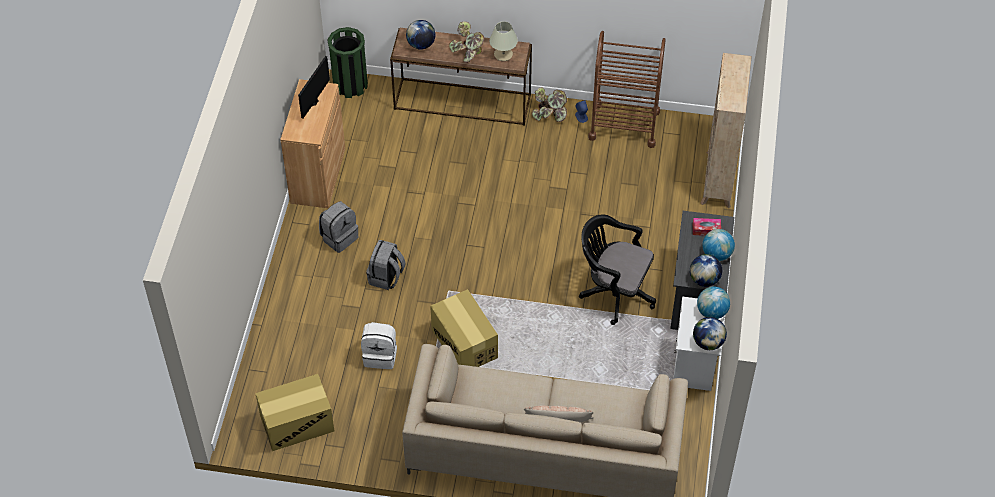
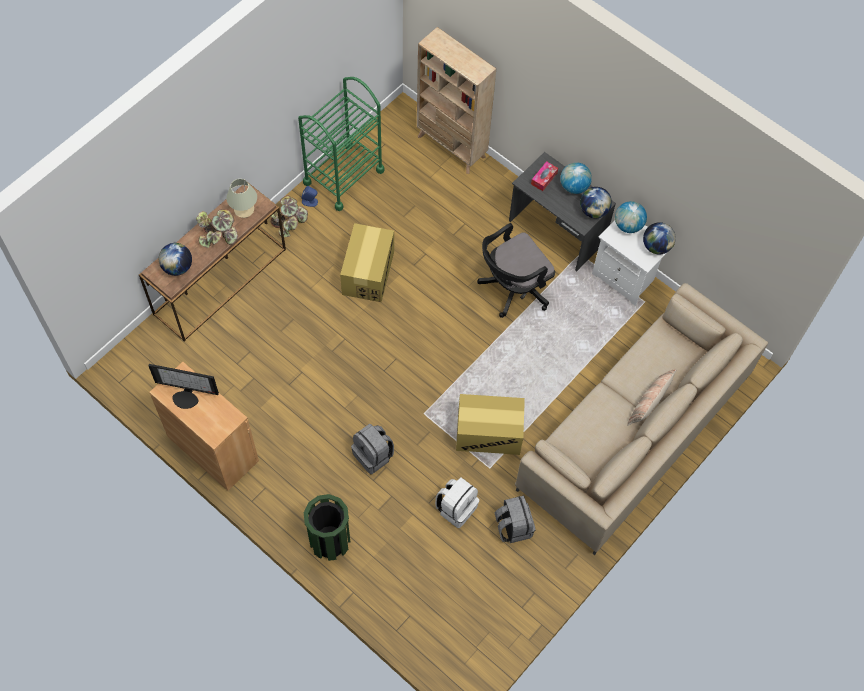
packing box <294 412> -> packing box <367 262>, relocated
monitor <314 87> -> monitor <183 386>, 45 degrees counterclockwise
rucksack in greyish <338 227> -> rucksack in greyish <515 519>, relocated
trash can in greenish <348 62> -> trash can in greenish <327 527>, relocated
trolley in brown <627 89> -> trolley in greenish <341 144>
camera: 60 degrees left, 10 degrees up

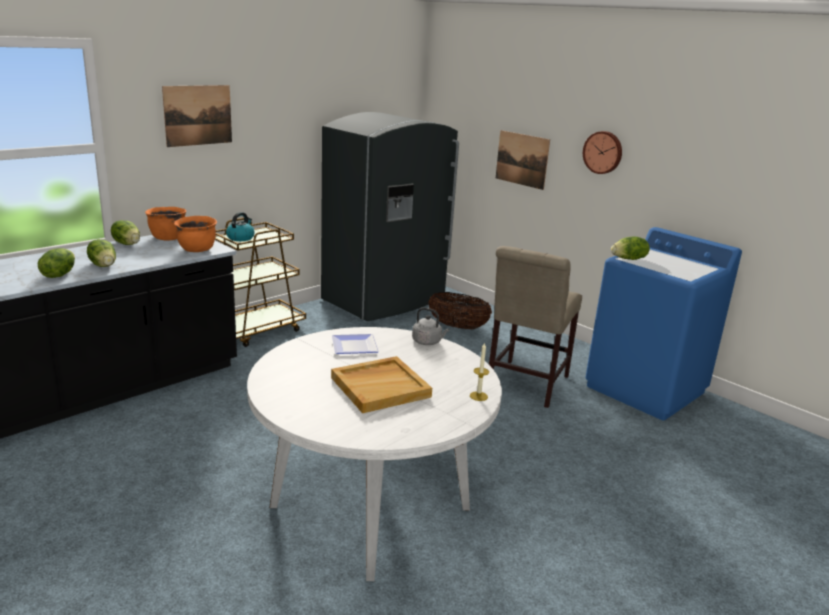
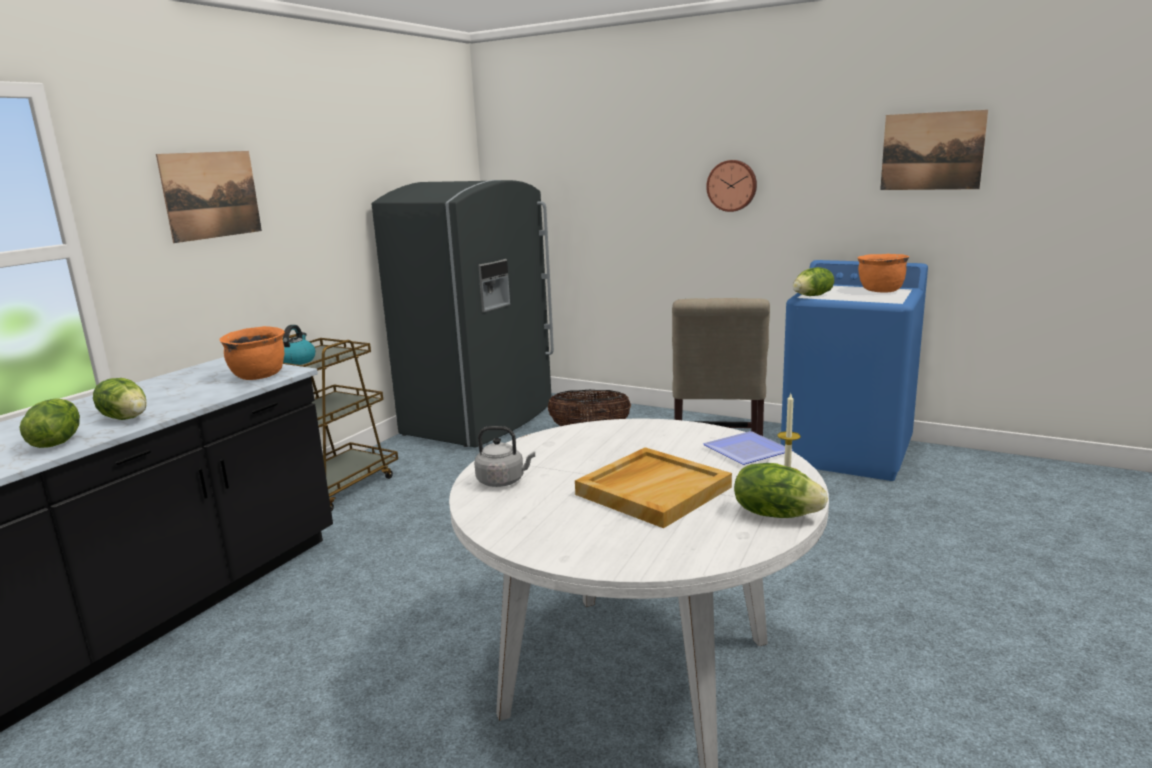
lettuce head <125 232> -> lettuce head <781 490>, relocated
stockpot in orange <165 223> -> stockpot in orange <883 273>, relocated
flat dish <355 344> -> flat dish <748 448>, relocated
water kettle in greyish <430 326> -> water kettle in greyish <505 456>, relocated
picture <523 160> -> picture <934 150>, relocated
camera: 15 degrees left, 5 degrees down

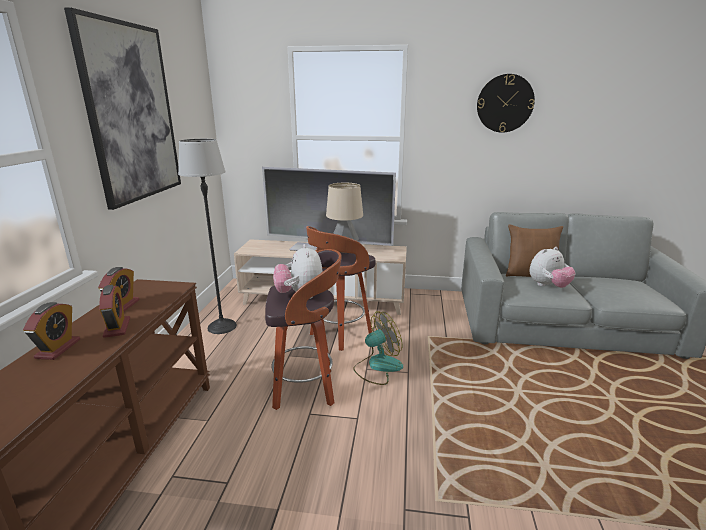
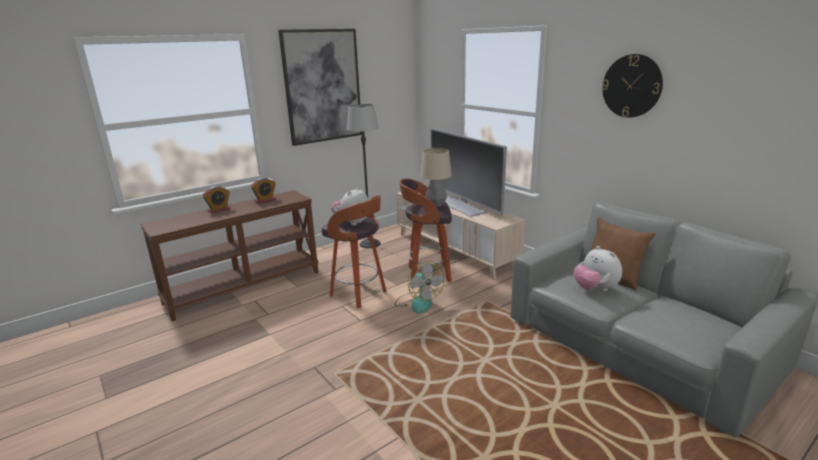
bedside clock <114 311> -> none
electric fan <378 348> -> electric fan <419 287>, 45 degrees clockwise
soft toy <552 267> -> soft toy <598 268>, 45 degrees clockwise
camera: 45 degrees right, 0 degrees up

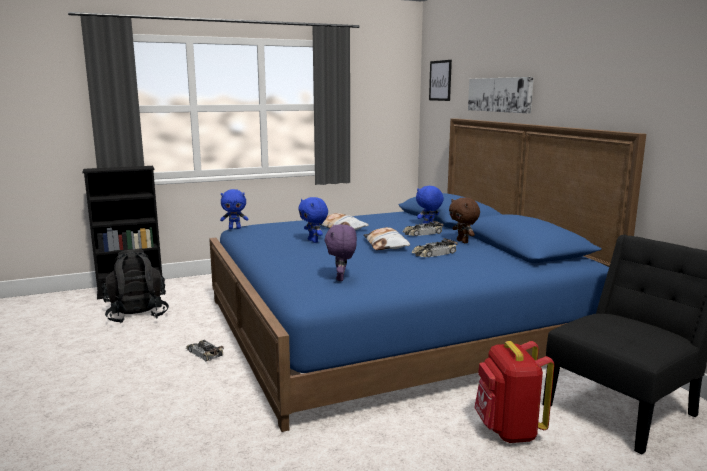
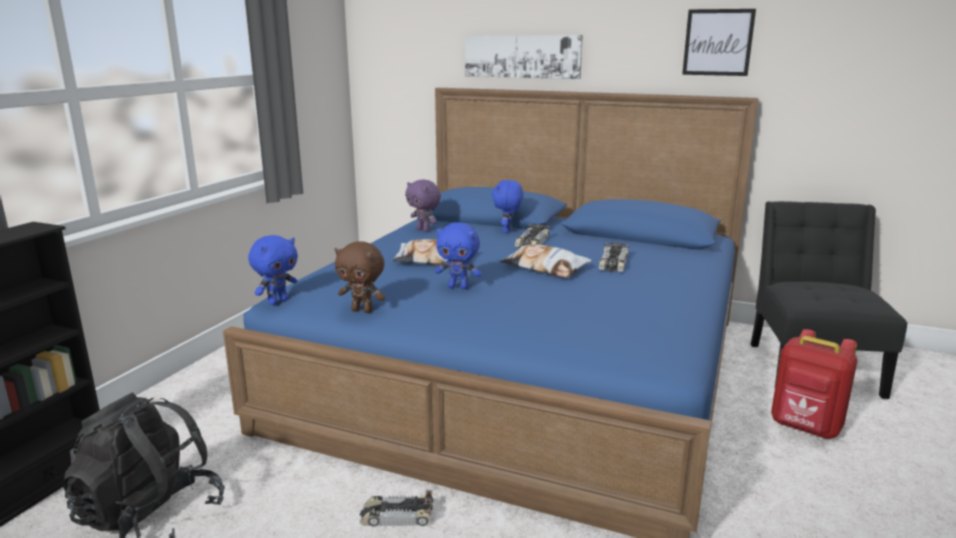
soft toy in purplish <340 252> -> soft toy in purplish <423 206>, relocated
picture <440 80> -> picture <719 42>, relocated
soft toy in brown <464 220> -> soft toy in brown <360 277>, relocated
camera: 45 degrees left, 5 degrees up

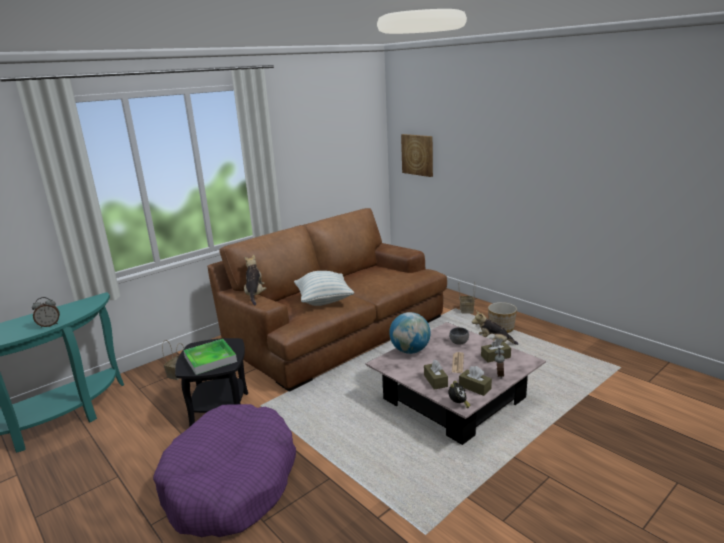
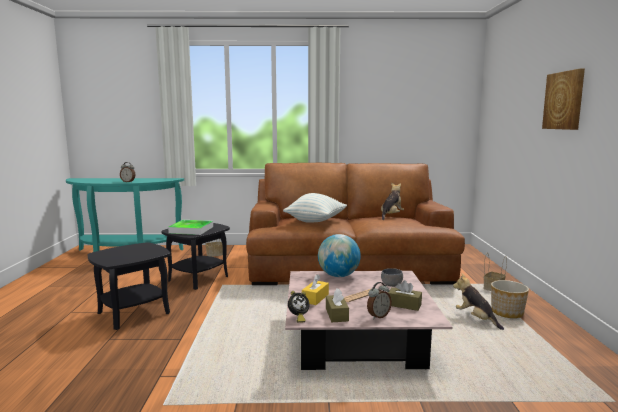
pet bed in purplish <224 470> -> side table in blackish <129 286>
soft toy <255 280> -> soft toy <392 201>, relocated
picture <417 155> -> picture <563 99>, relocated
tissue holder in brown <436 375> -> tissue holder in yellow-coloured <315 289>
camera: 40 degrees right, 10 degrees down

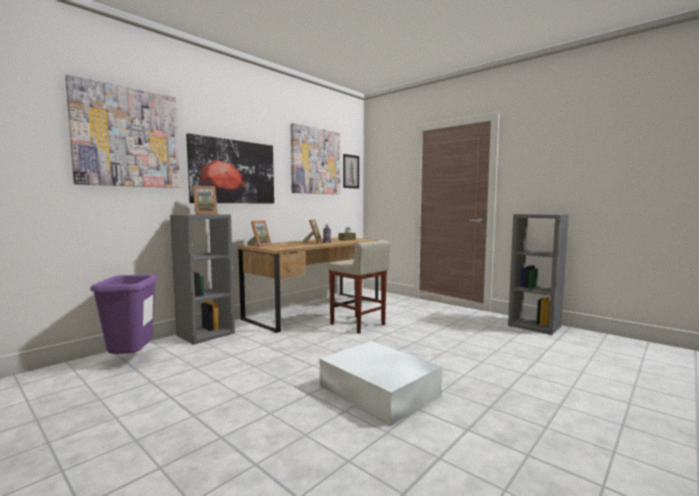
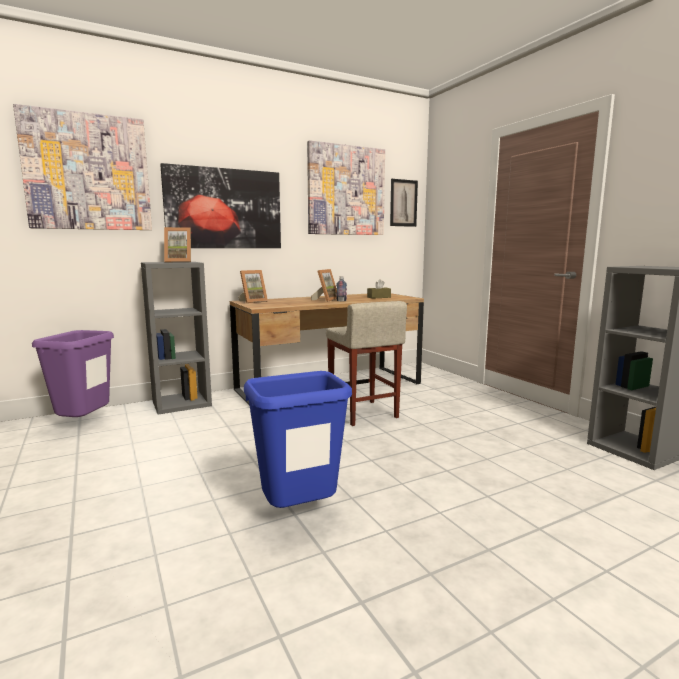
storage container in white <381 383> -> trash can in blue-coloured <298 439>
camera: 20 degrees right, 5 degrees up

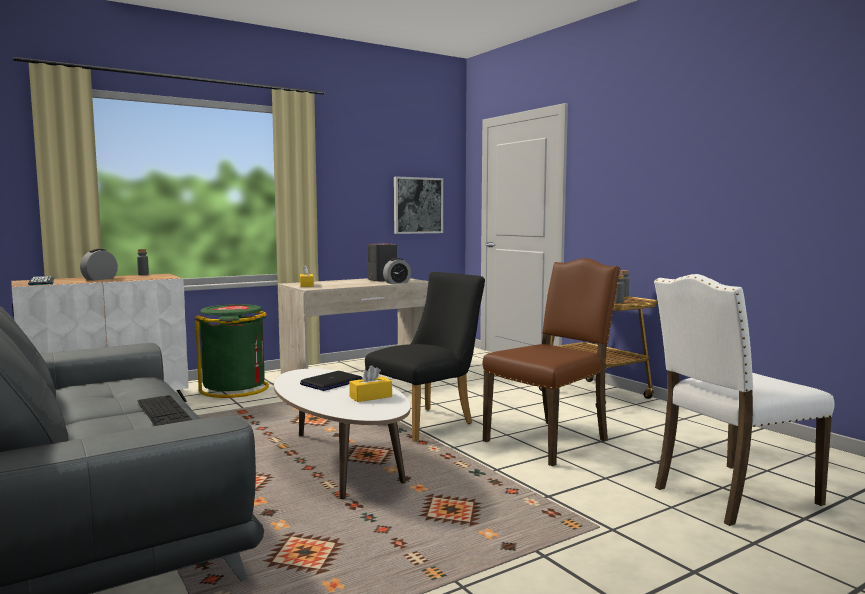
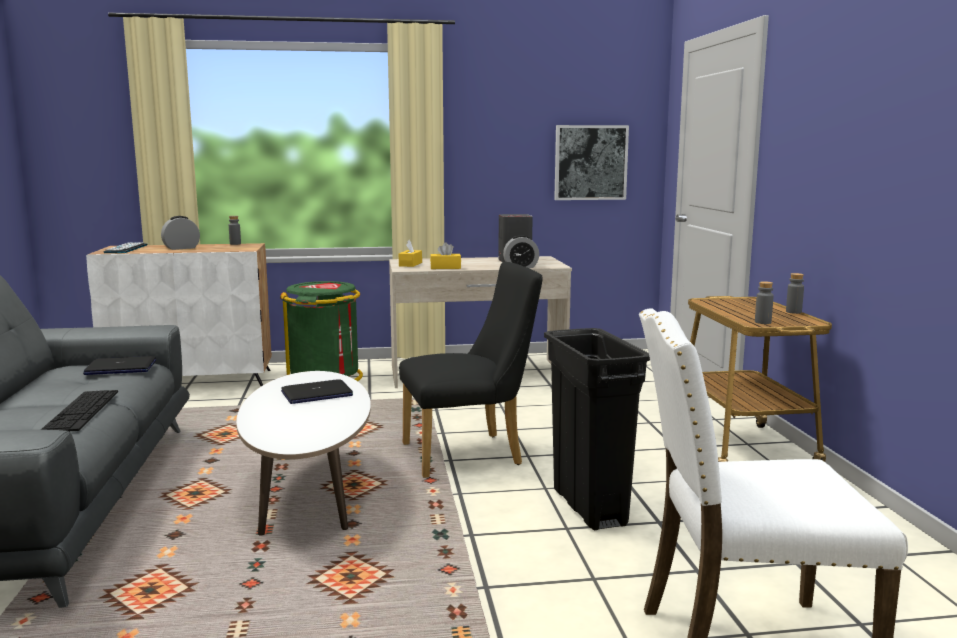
tissue holder in yellow-coloured <370 383> -> tissue holder in yellow-coloured <445 255>, relocated
upright chair in brown <551 362> -> trash can in blackish <597 429>
none -> laptop <119 365>
camera: 25 degrees right, 5 degrees up

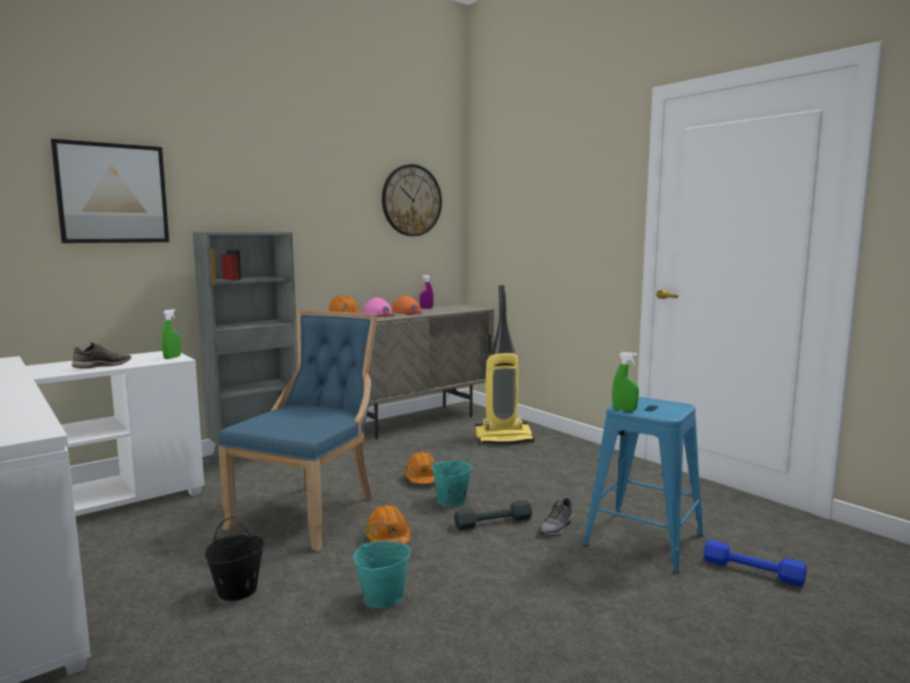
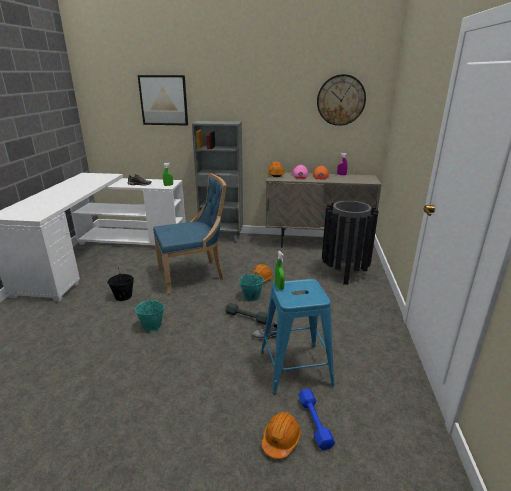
work helmet in orange <387 524> -> work helmet in orange <281 435>, relocated
vacuum cleaner <505 365> -> trash can in blackish <350 243>
camera: 45 degrees right, 15 degrees up

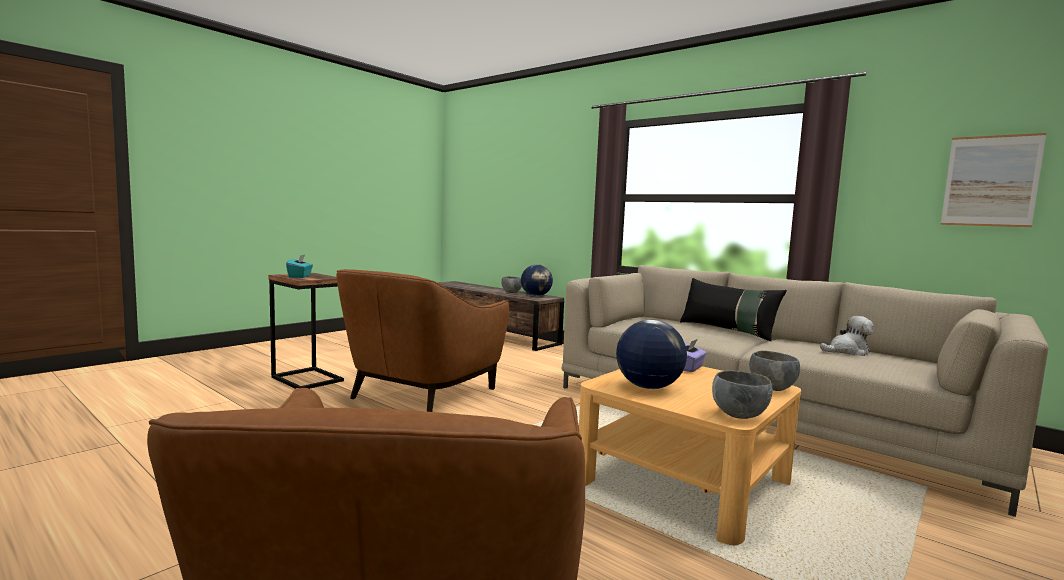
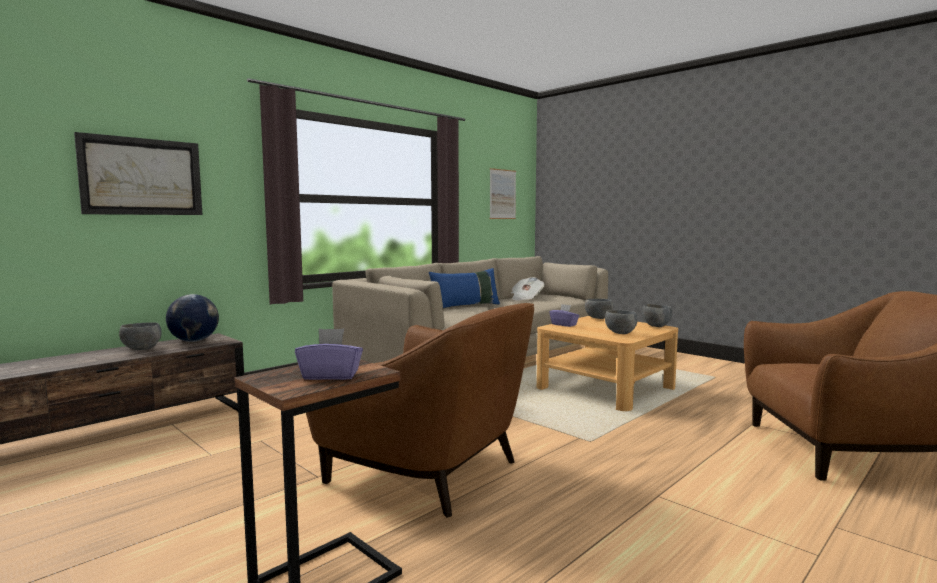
tissue holder in turquoise-coloured <299 266> -> tissue holder in purplish <329 354>
world globe <651 354> -> deep dish in greyish <621 322>
pillow in blackish <733 309> -> pillow in blue-coloured <464 288>
soft toy <847 336> -> newspaper <528 289>
none -> picture <138 173>
camera: 85 degrees left, 0 degrees up

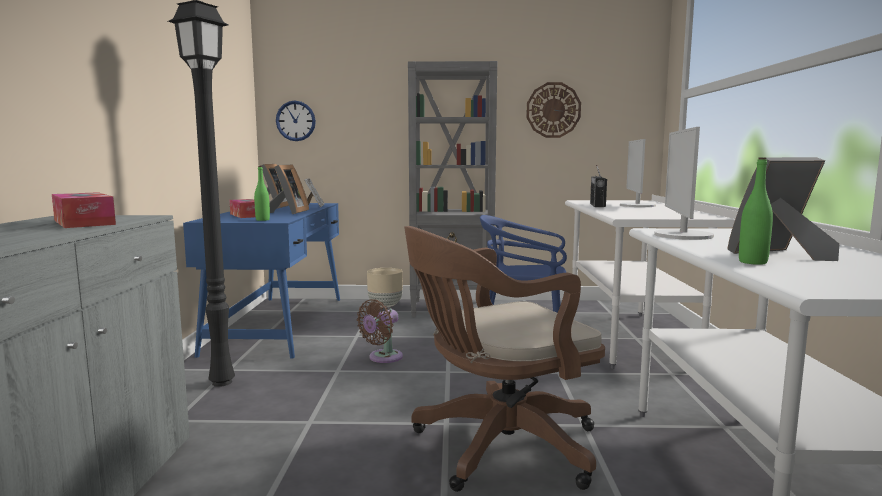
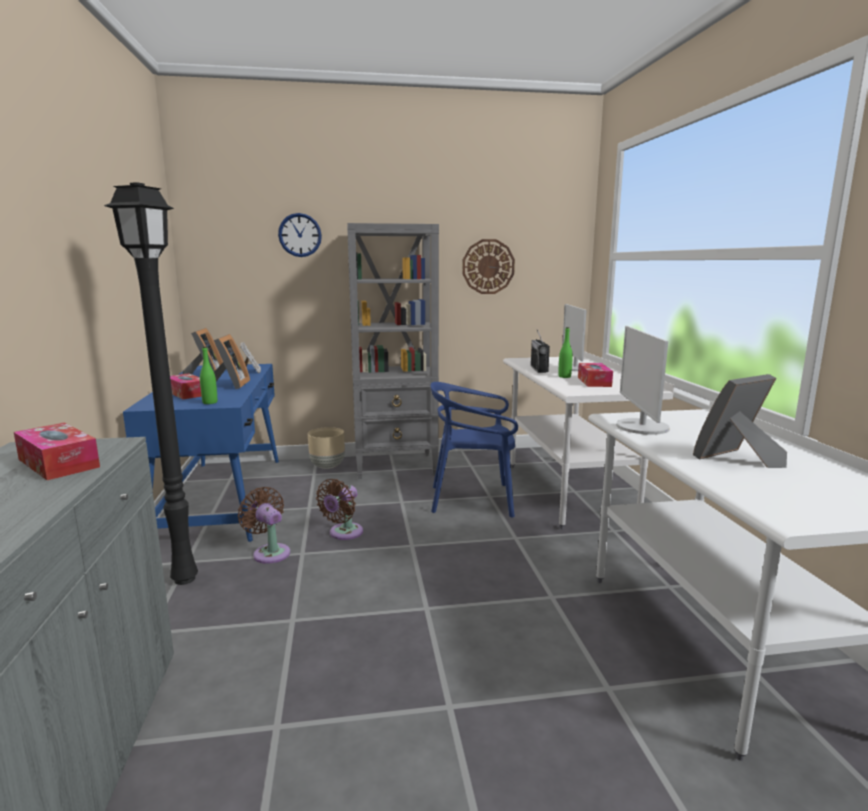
hanging clock <296 121> -> hanging clock <300 235>, relocated
computer chair in brown <504 359> -> none
drink bottle in greenish <756 211> -> drink bottle in greenish <566 352>, relocated
none -> electric fan in brown <264 525>
none -> tissue holder <595 375>
camera: 10 degrees left, 5 degrees up

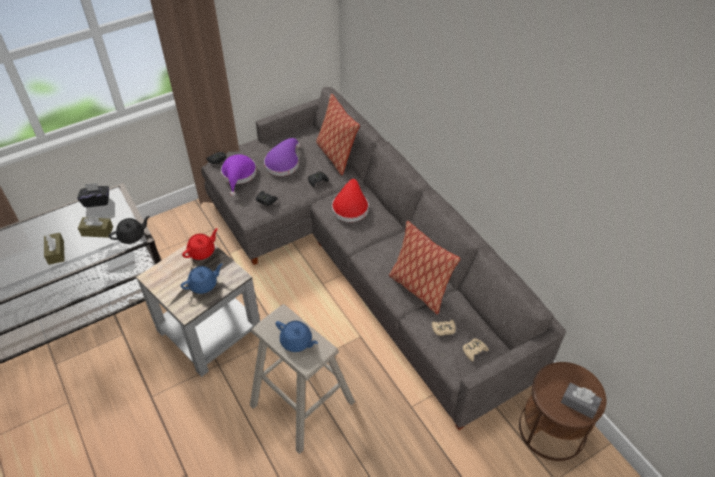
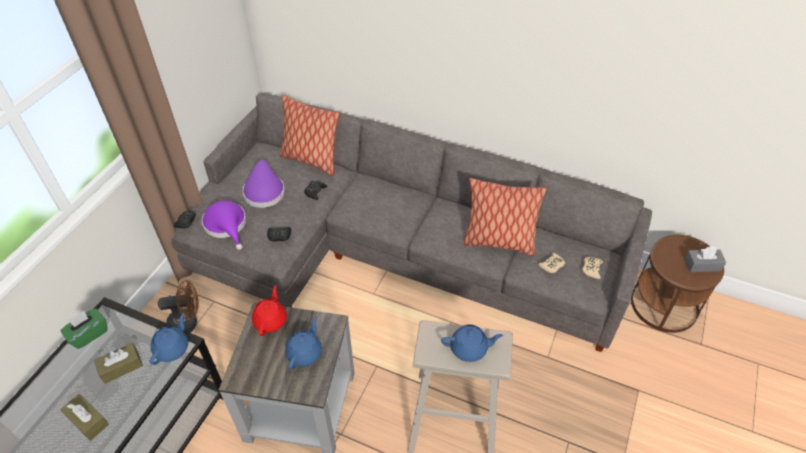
tissue holder in blackish <93 195> -> tissue holder in greenish <83 328>
pot for tea in blackish <129 230> -> pot for tea in blue-coloured <169 339>
wearable hat in red-coloured <350 200> -> none
none -> electric fan in brown <178 306>
camera: 35 degrees left, 0 degrees up

